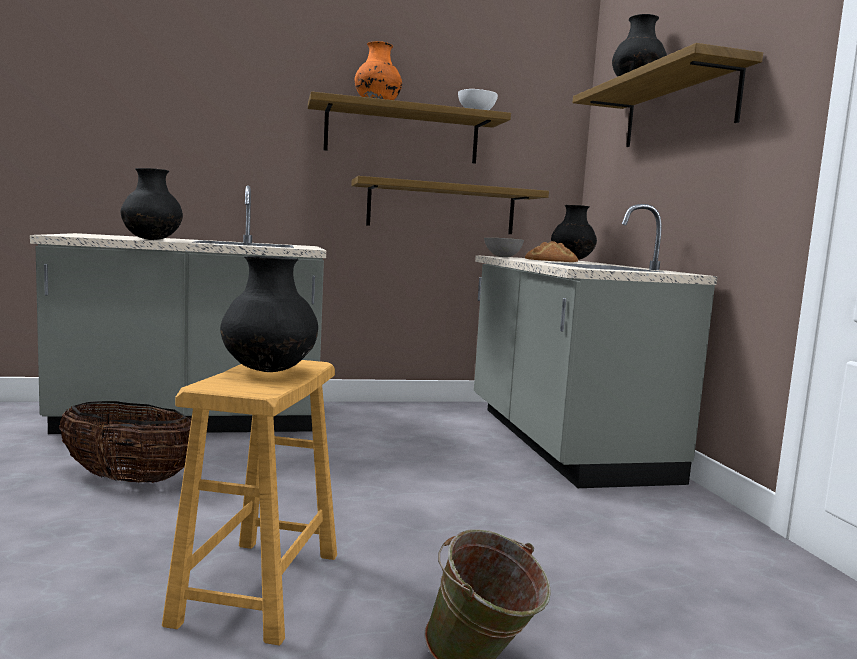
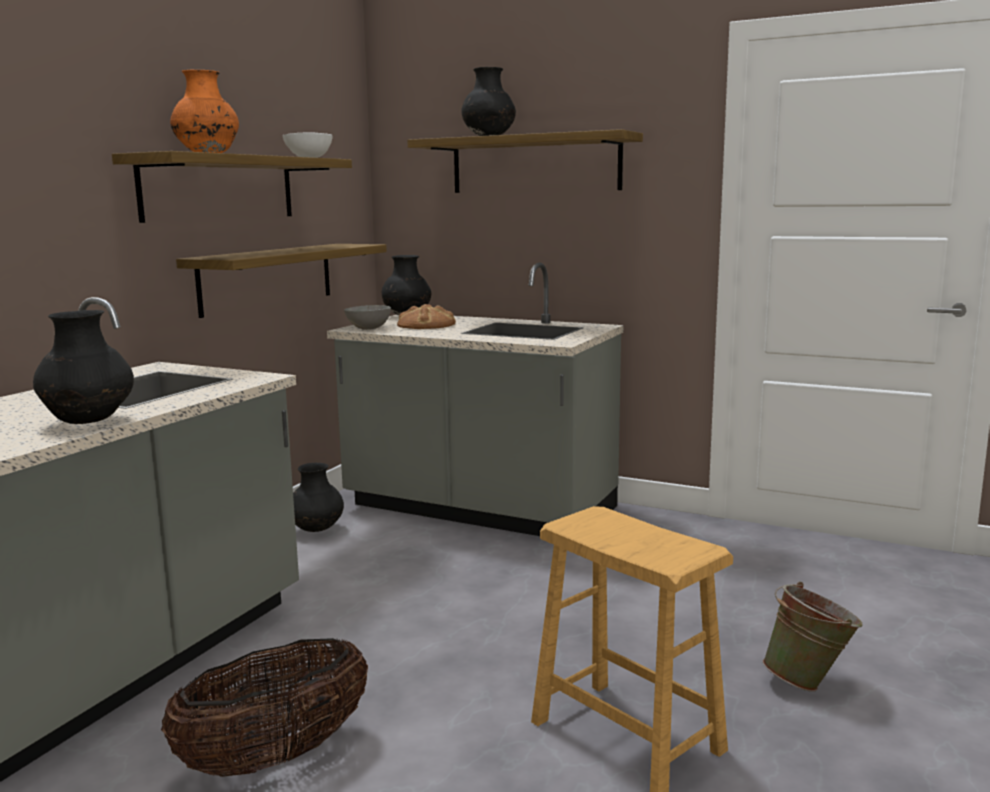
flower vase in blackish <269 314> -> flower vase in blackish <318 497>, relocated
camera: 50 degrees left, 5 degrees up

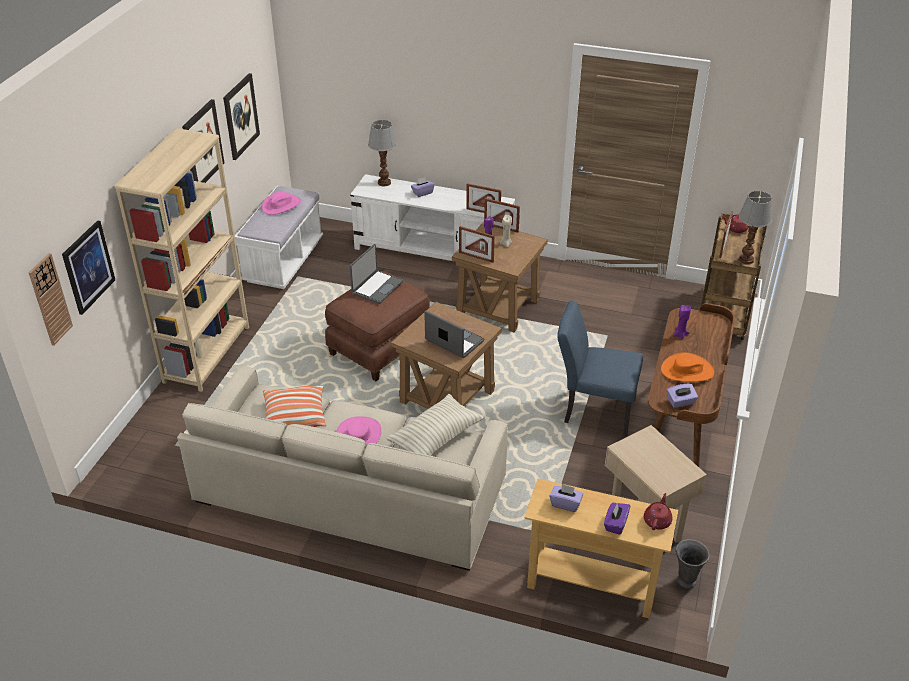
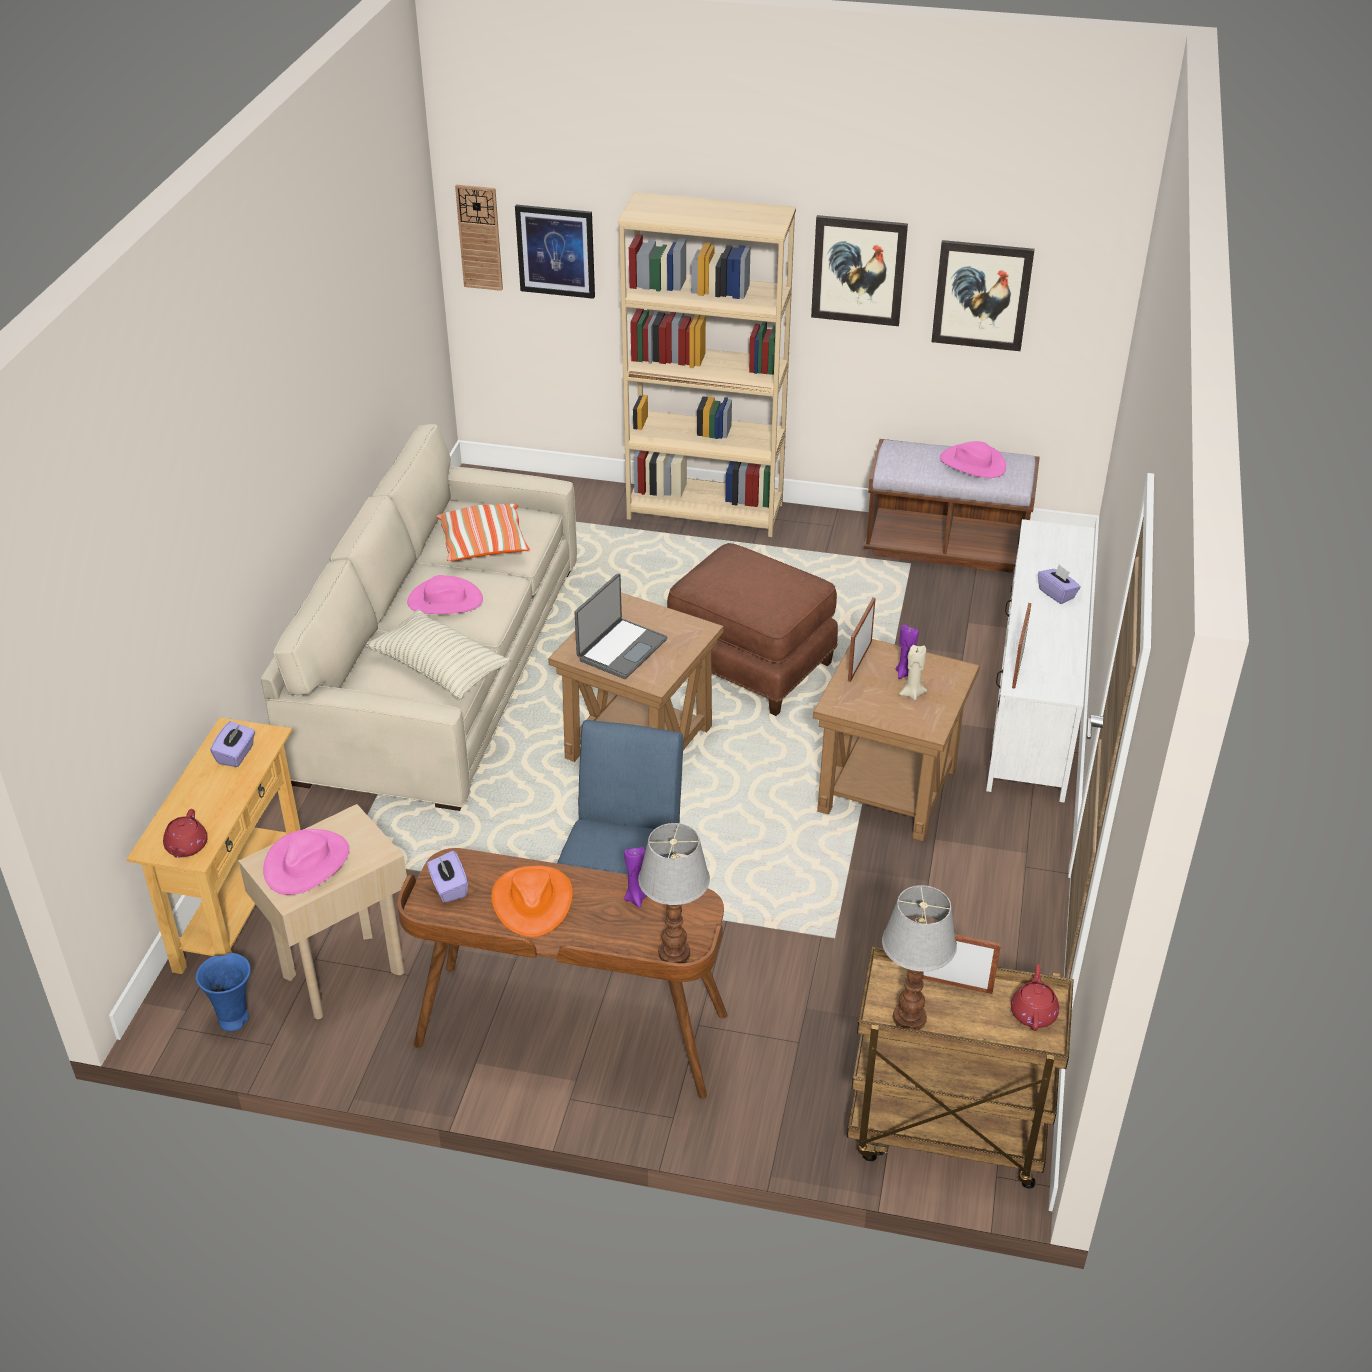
long seat in white <279 237> -> long seat in brown <952 506>
laptop <376 274> -> none
lamp for a table <382 153> -> lamp for a table <674 893>, relocated
picture frame <502 215> -> none
tissue holder in purplish <617 519> -> none
pot for tea in red-coloured <658 511> -> pot for tea in red-coloured <185 833>, 75 degrees clockwise
flower vase in greyish <693 564> -> flower vase in blue-coloured <223 992>
none -> wearable hat in pink <306 862>
camera: 85 degrees right, 0 degrees up

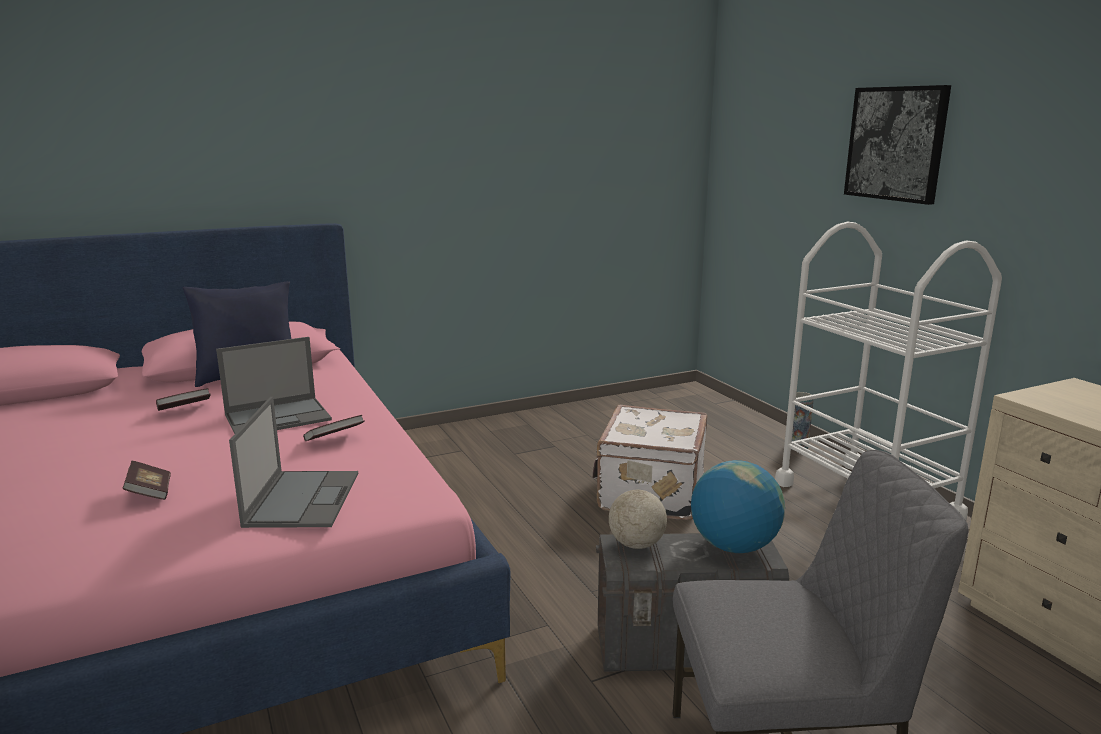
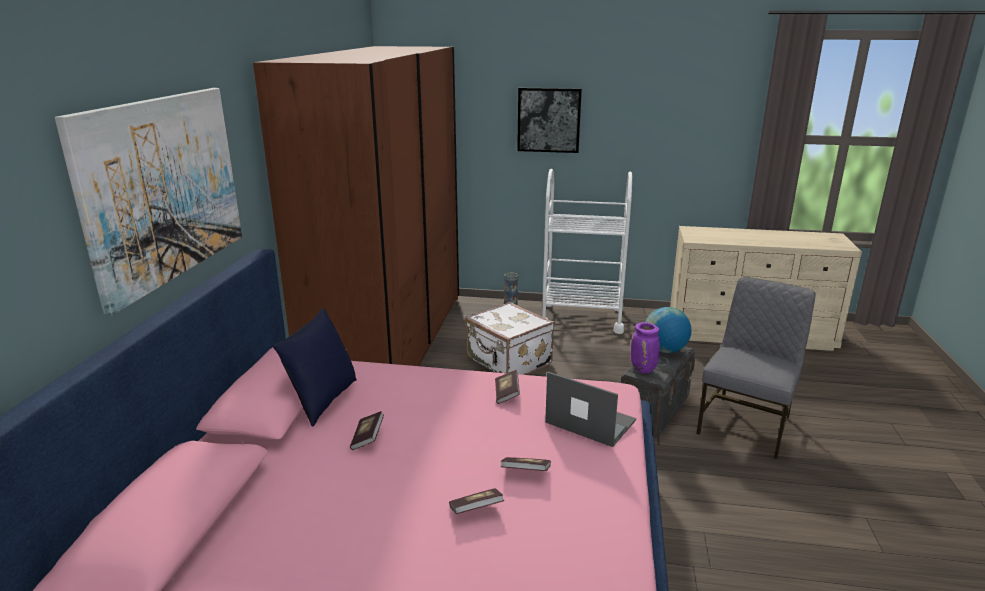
laptop <274 385> -> none
world globe <638 504> -> flower vase in purplish <645 347>
none -> picture <148 202>
none -> wardrobe in brown <356 206>
none -> volume <477 501>
camera: 55 degrees left, 5 degrees up

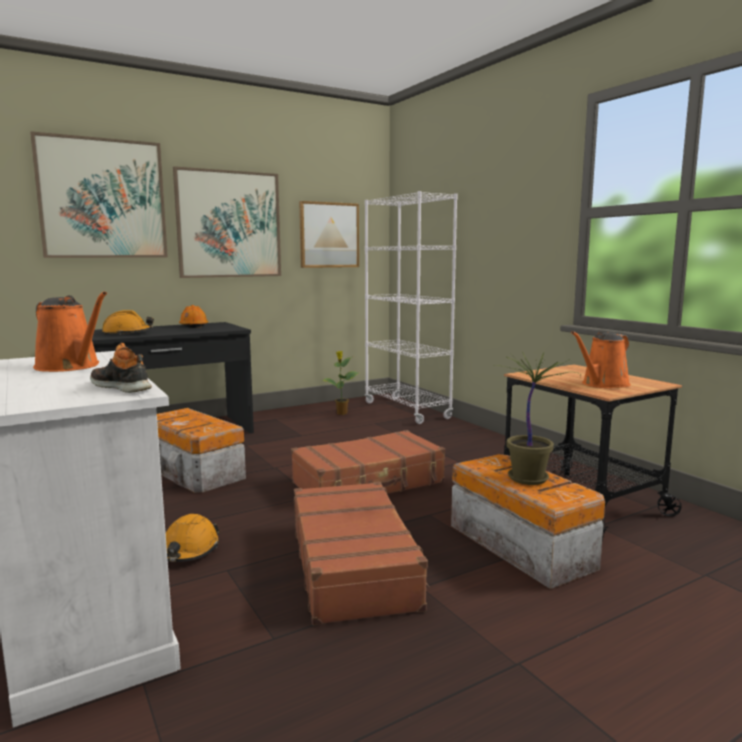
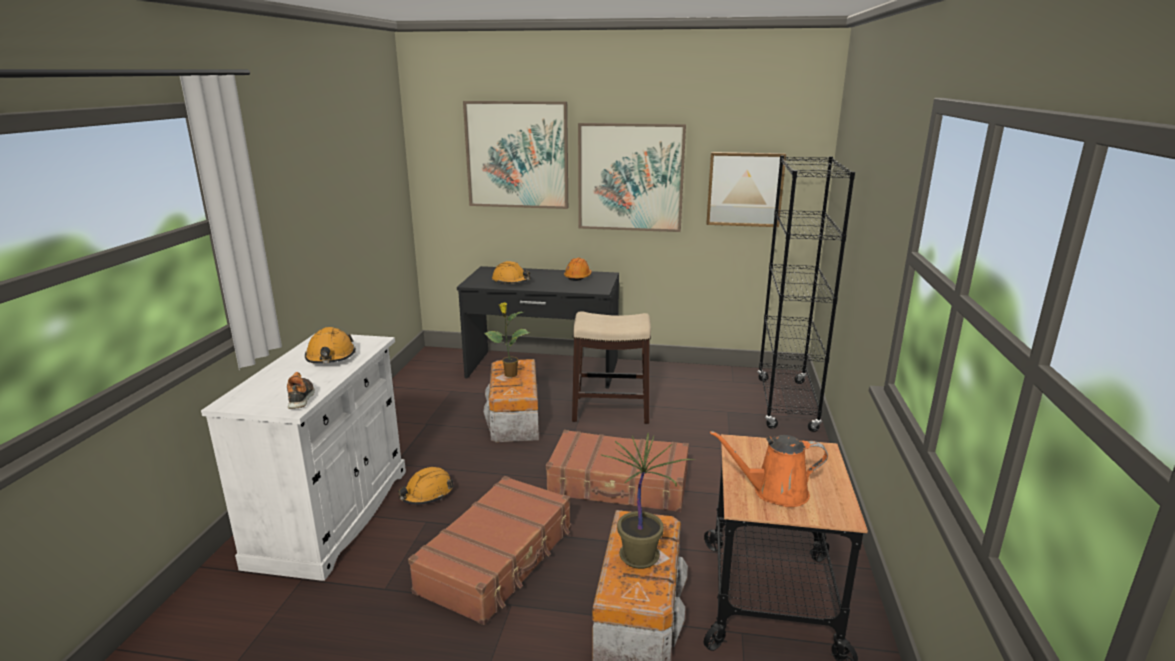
sprinkling can in orange <70 332> -> work helmet in orange <330 345>
potted plant <340 383> -> potted plant <507 340>, relocated
bookshelf in white <411 307> -> bookshelf in blackish <806 294>
none -> stool <611 367>
camera: 40 degrees right, 10 degrees up

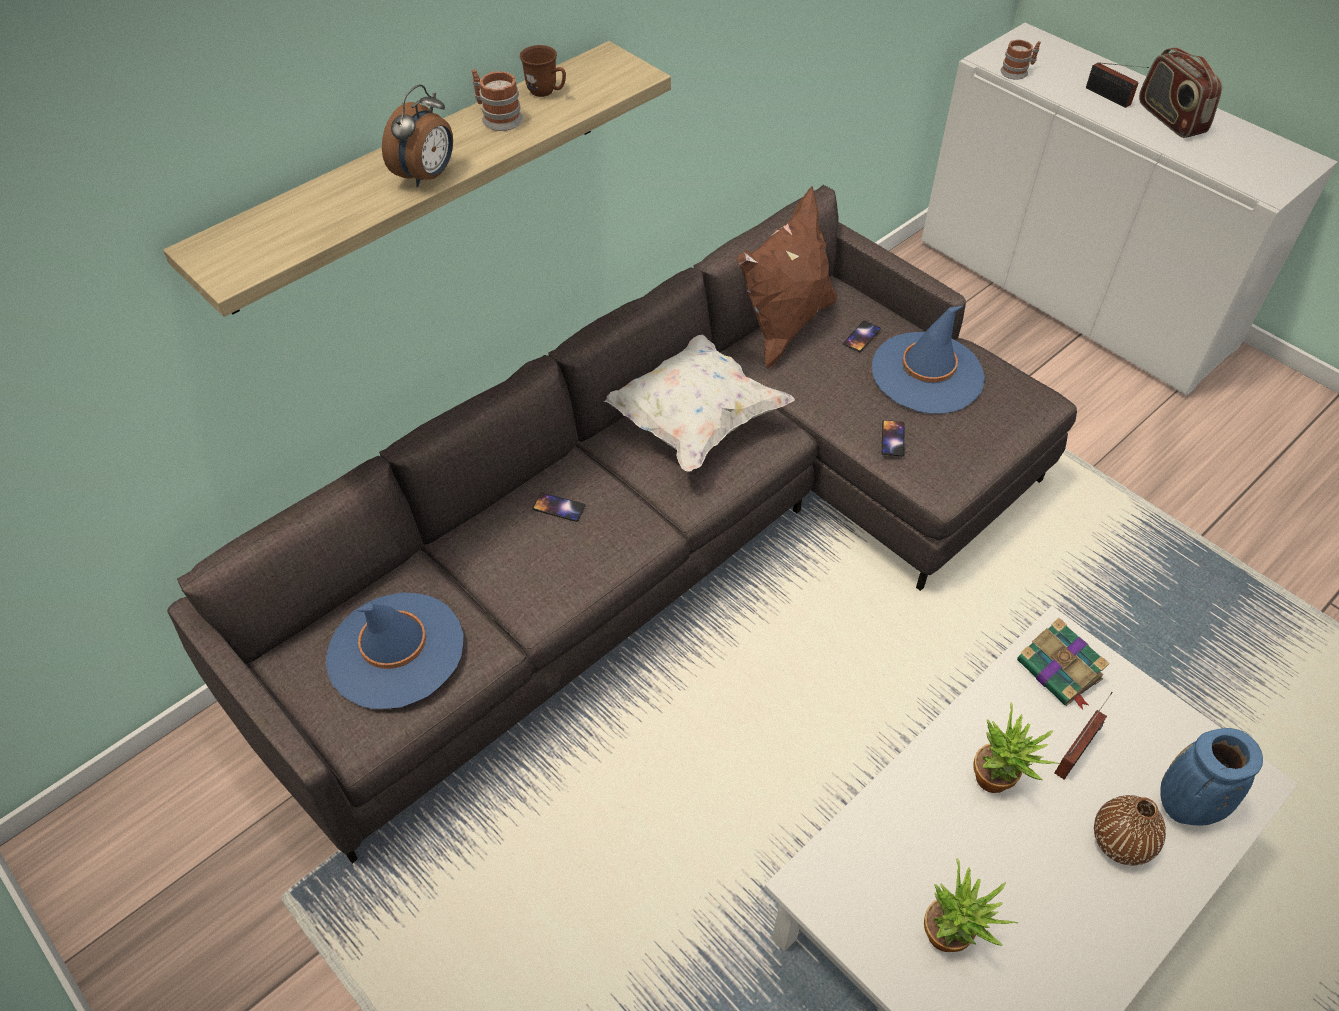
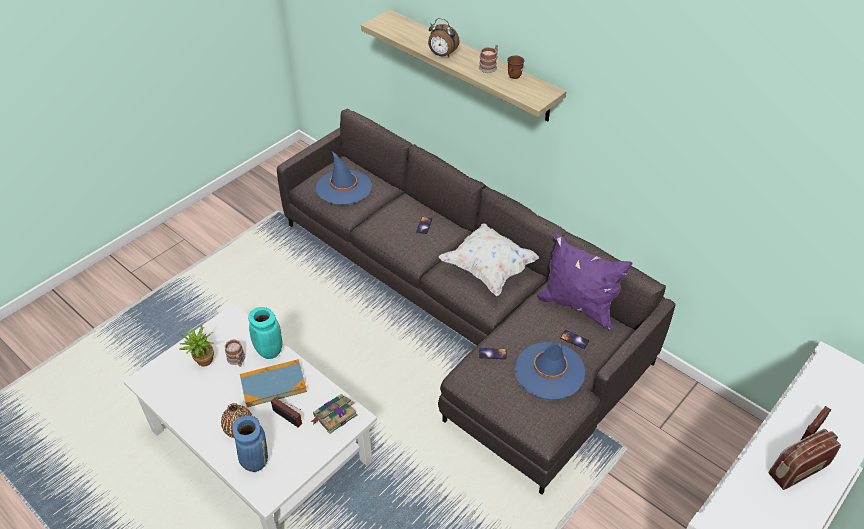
pillow in brown <787 277> -> pillow in purplish <585 281>
potted plant <1017 747> -> volume <273 383>
mug <1020 60> -> mug <235 353>, relocated
none -> flower vase in turquoise-coloured <265 333>
camera: 85 degrees right, 5 degrees down

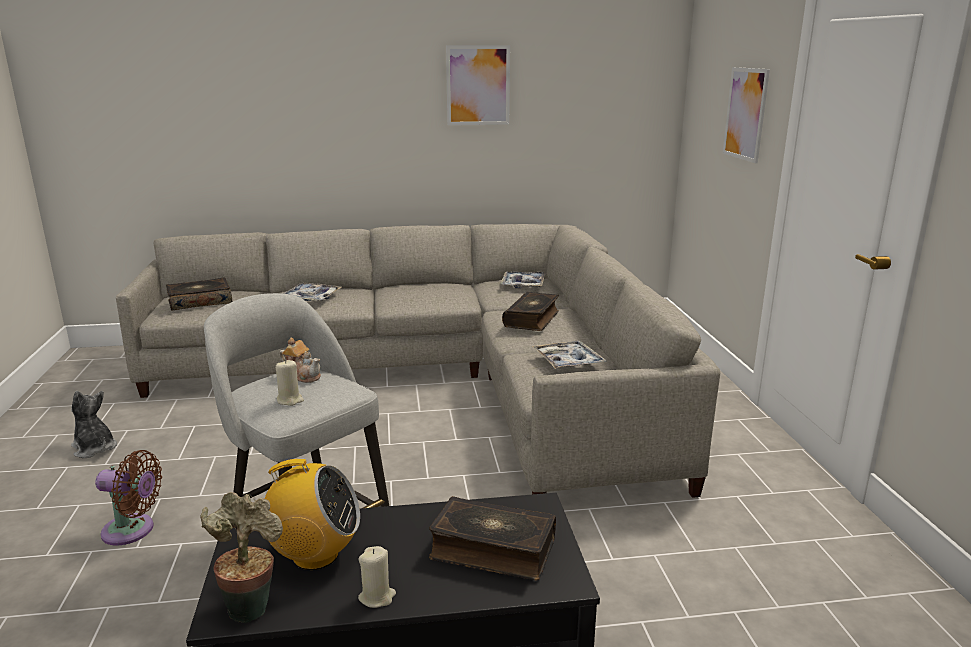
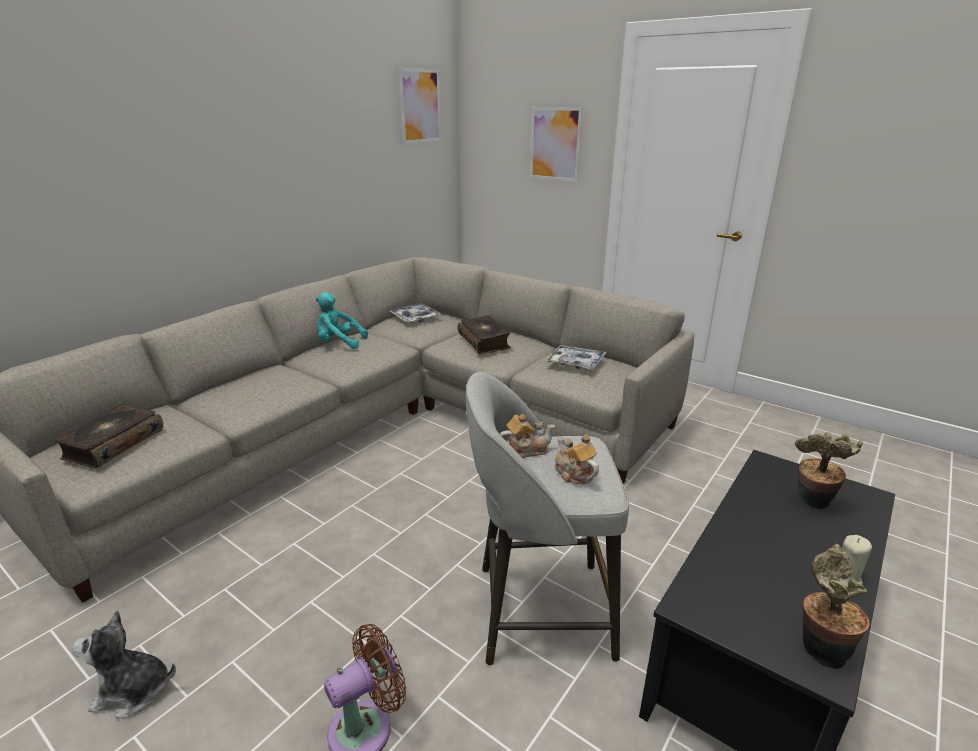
radio set <304 514> -> none
candle in beige-coloured <290 383> -> pot for tea <577 459>
carrying tray <312 292> -> none
volume <492 538> -> potted plant <829 470>
picture <478 85> -> picture <419 106>, relocated
none -> soft toy in turquoise-coloured <342 320>
camera: 45 degrees left, 5 degrees up

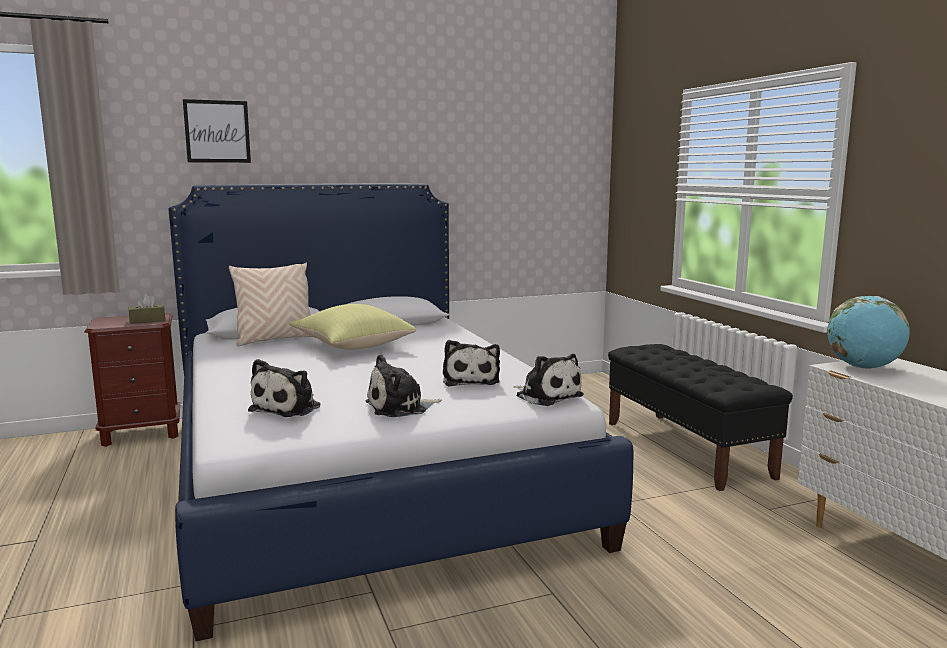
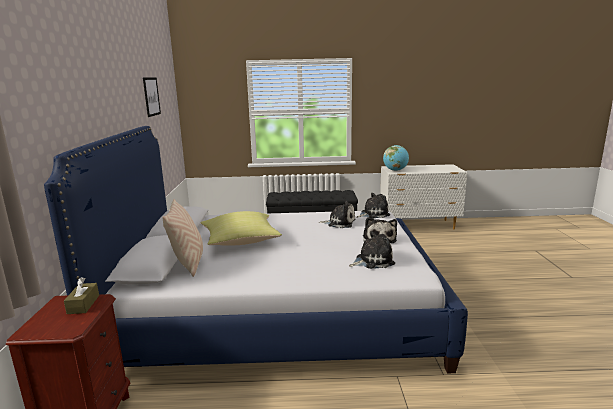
picture <217 131> -> picture <152 97>, relocated
soft toy <284 388> -> soft toy <372 250>, 60 degrees counterclockwise
camera: 70 degrees left, 5 degrees up

